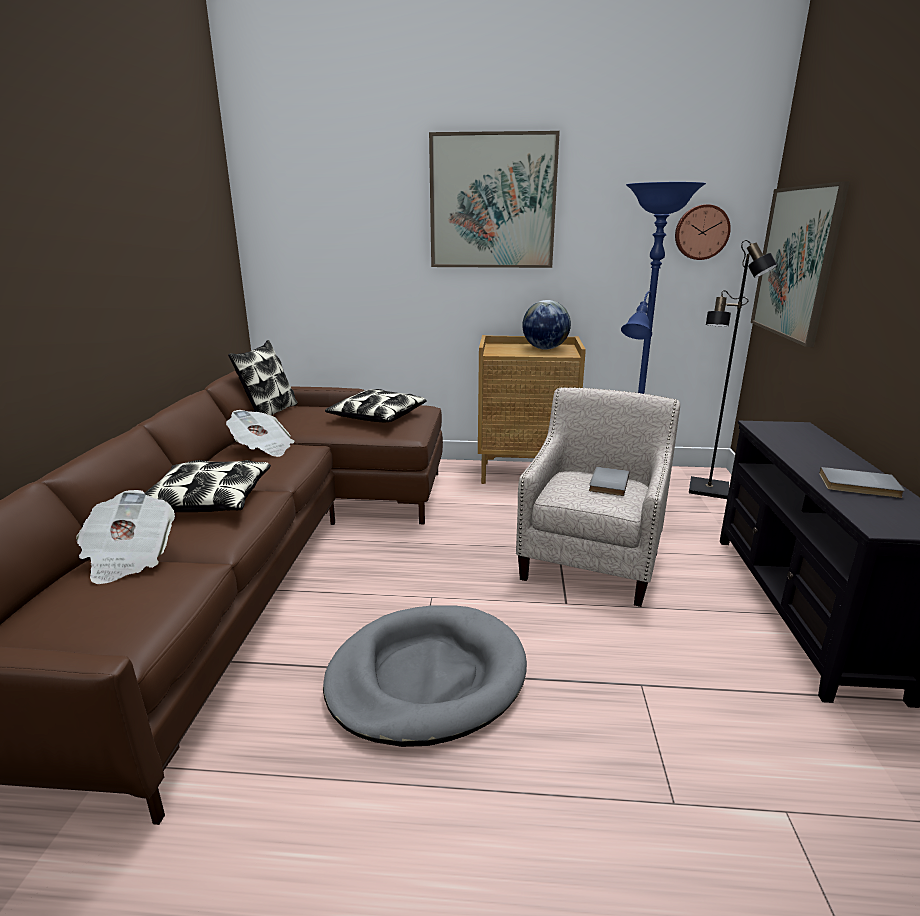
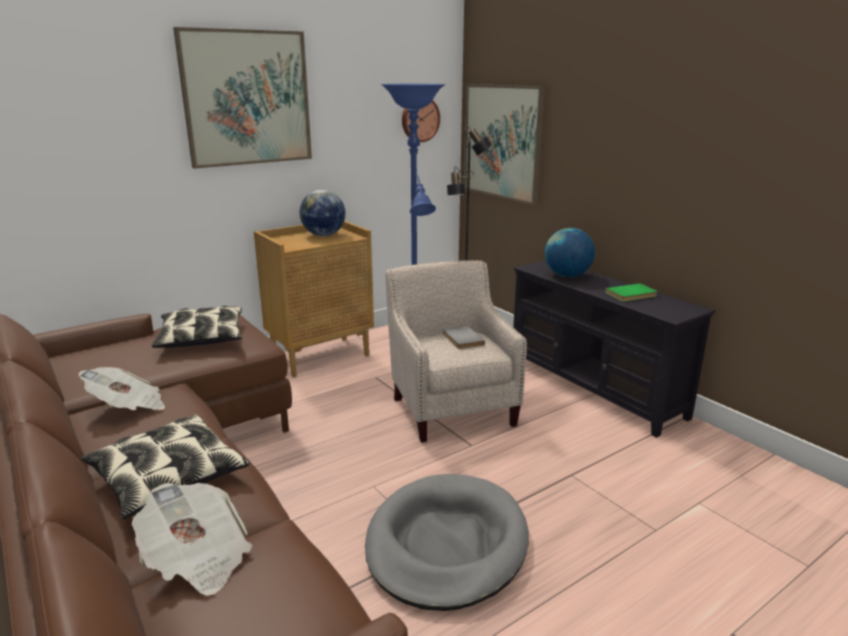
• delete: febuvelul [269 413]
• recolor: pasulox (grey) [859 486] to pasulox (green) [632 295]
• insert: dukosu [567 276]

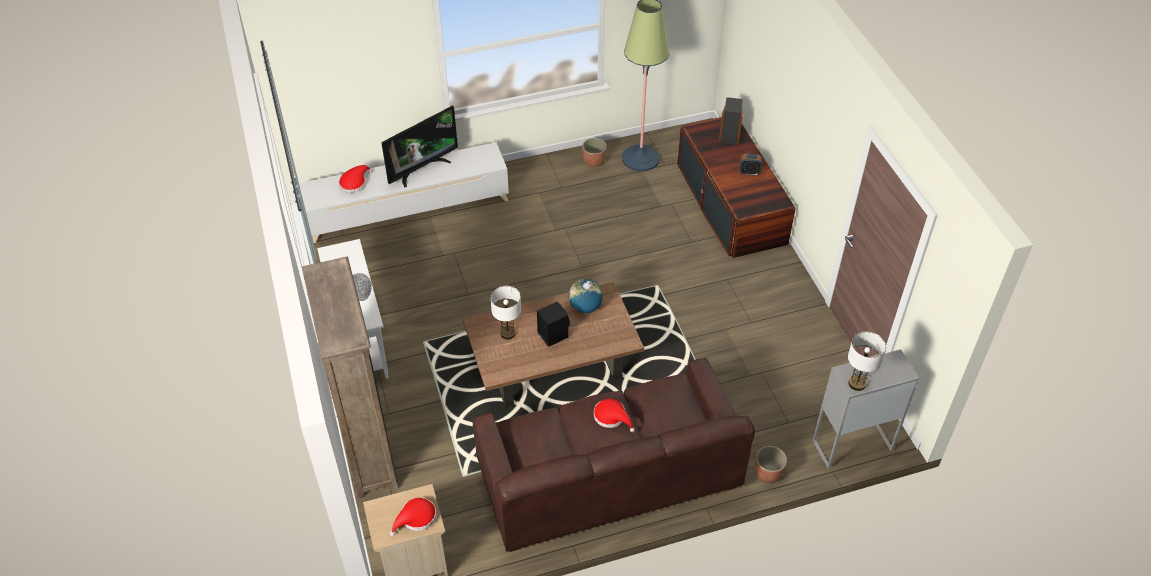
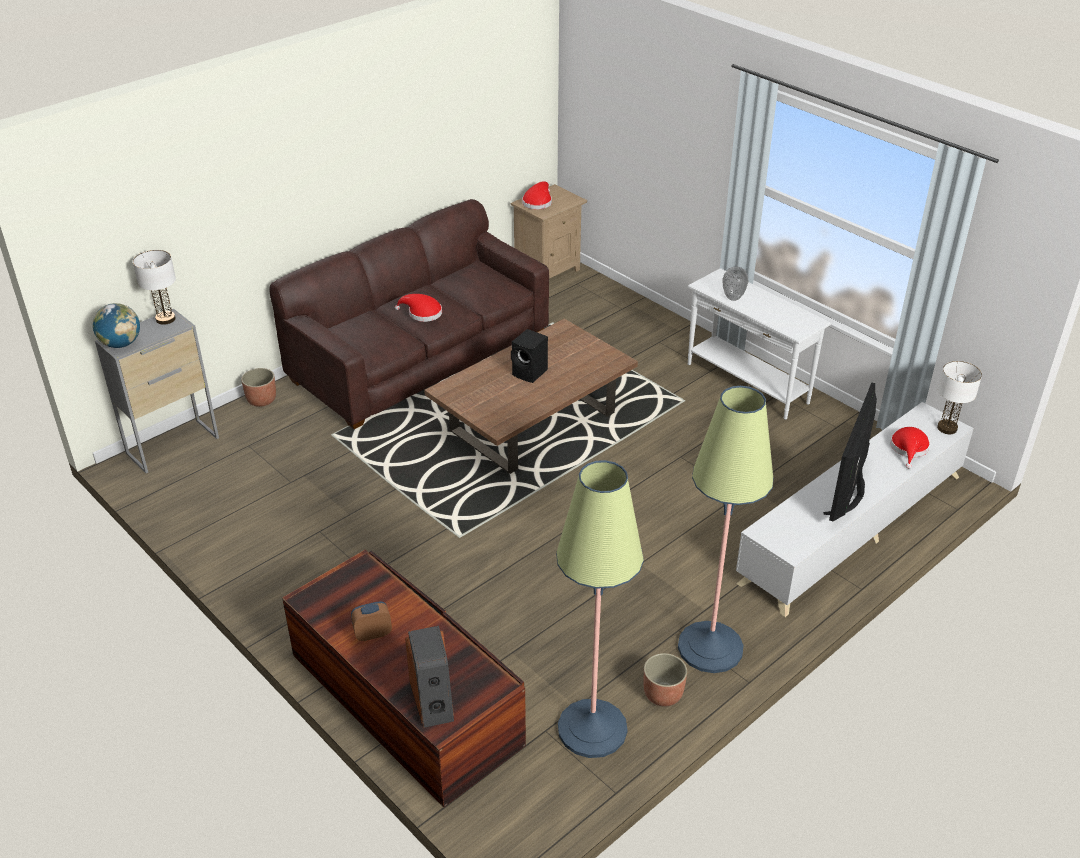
• delete: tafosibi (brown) [368 450]
• move: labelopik [508 333] to [947 428]
• move: dukosu [585 307] to [121 344]
• insert: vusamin [710 647]

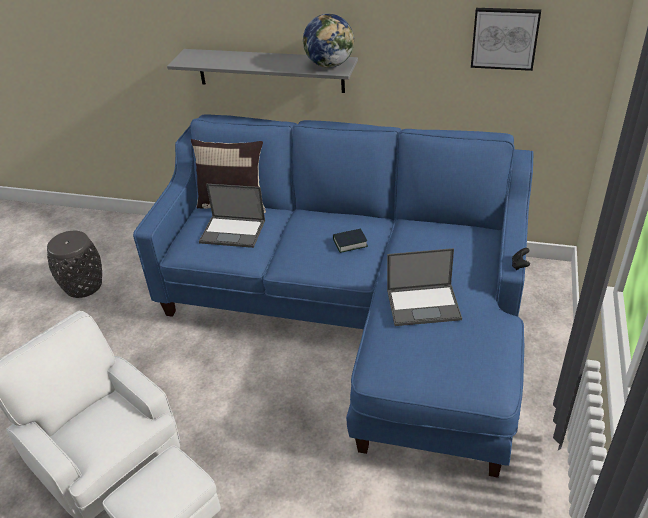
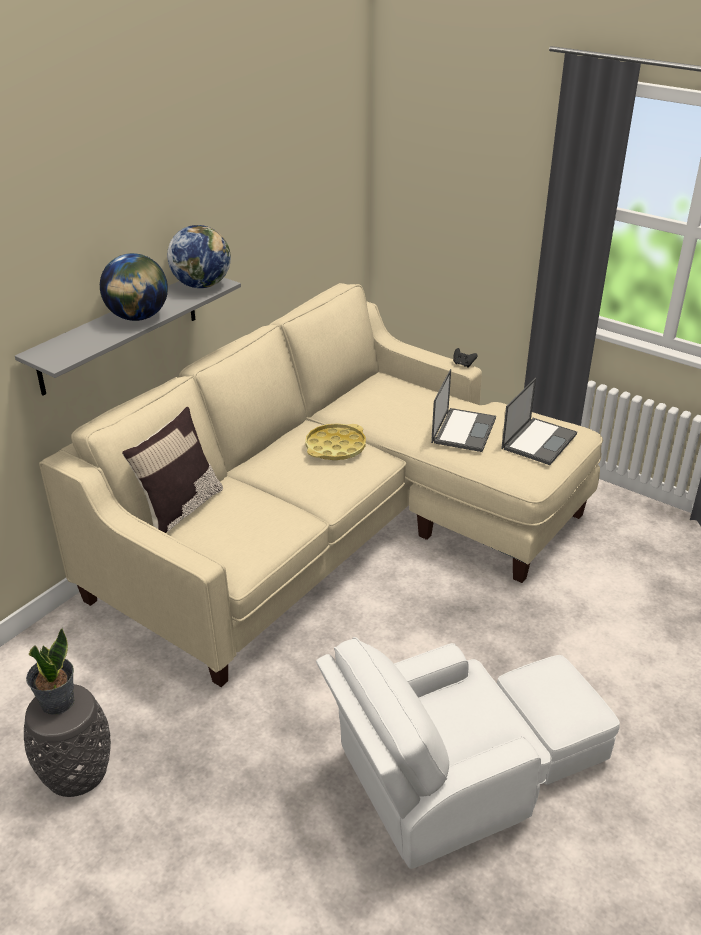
• recolor: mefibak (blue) [357 312] to mefibak (beige) [338 530]
• move: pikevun [233 231] to [539 441]
• replace: pasulox [350 243] to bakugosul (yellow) [335 447]
• delete: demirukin [504 38]
• insert: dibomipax [57 702]
• insert: dukosu [138 317]

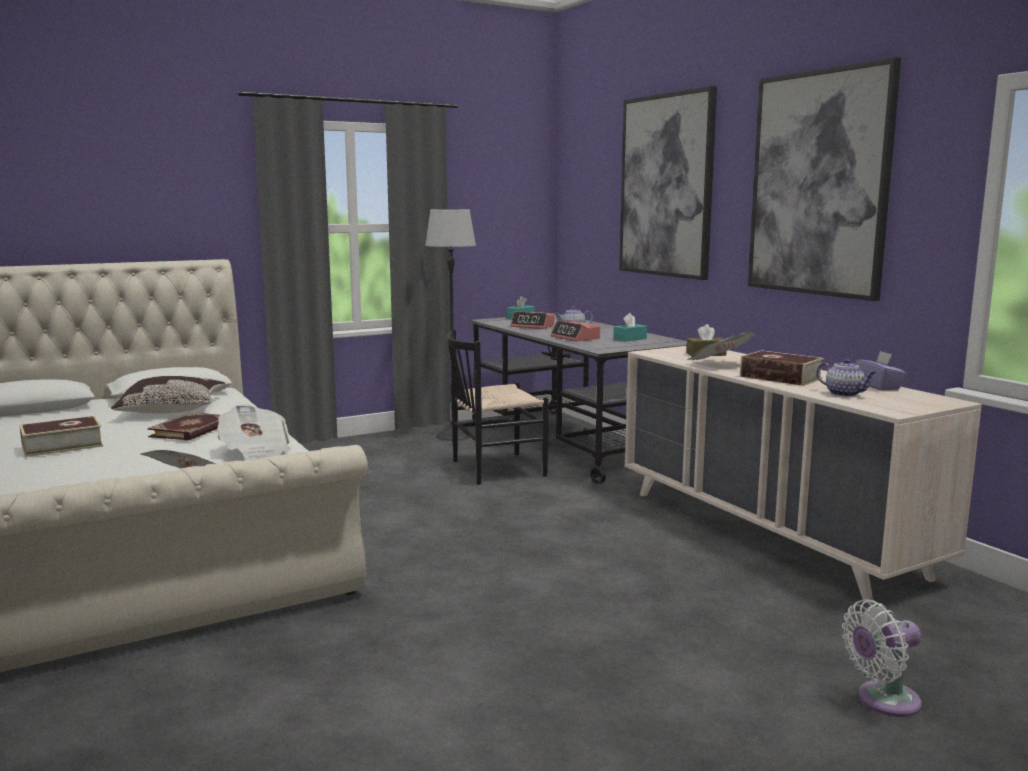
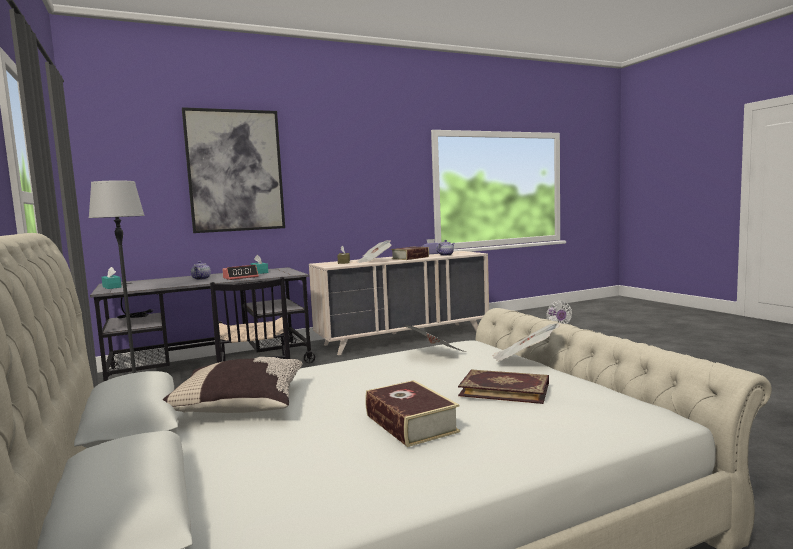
• move: pasulox [192 430] to [504 389]
• delete: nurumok [533 326]
• delete: demirukin [819 184]

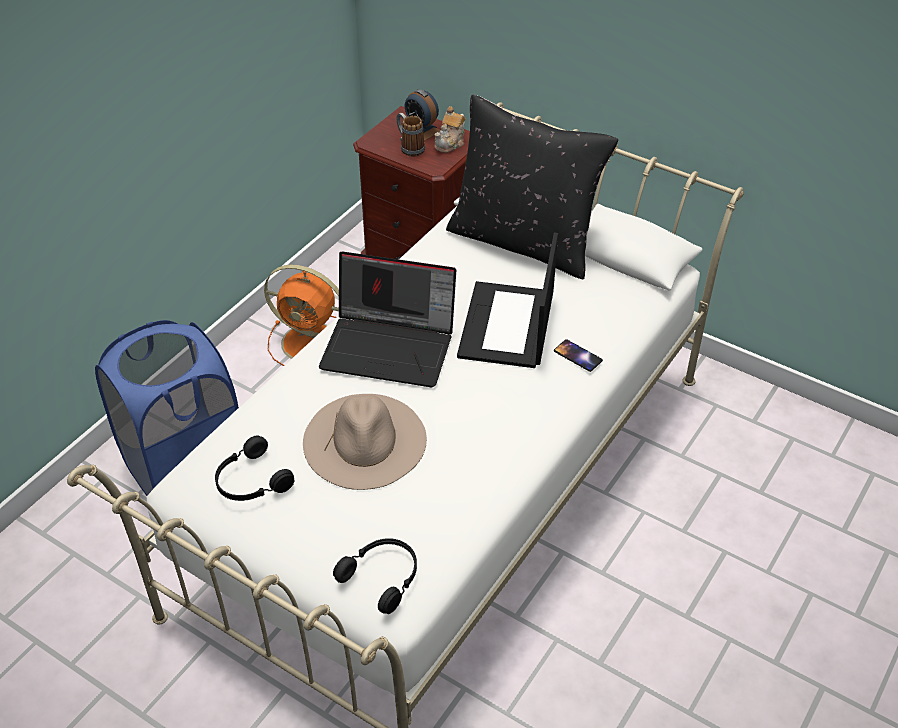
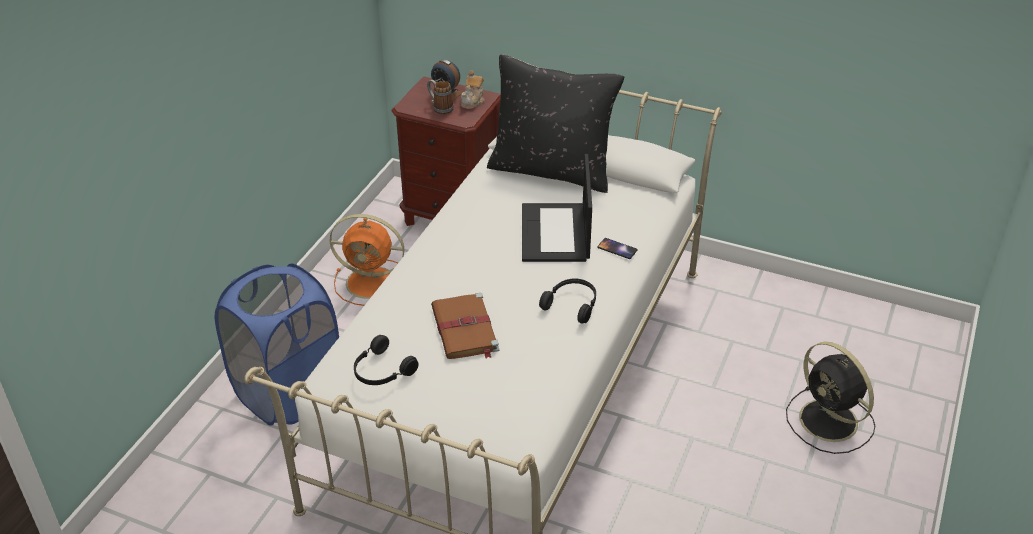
• replace: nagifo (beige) [365 440] to pasulox (brown) [465 330]
• delete: pikevun [391 346]
• move: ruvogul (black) [383 577] to [572 304]
• insert: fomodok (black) [830 422]

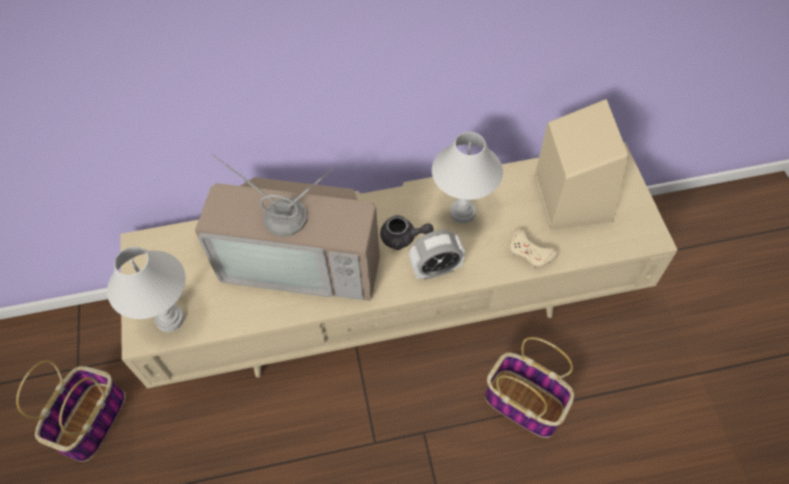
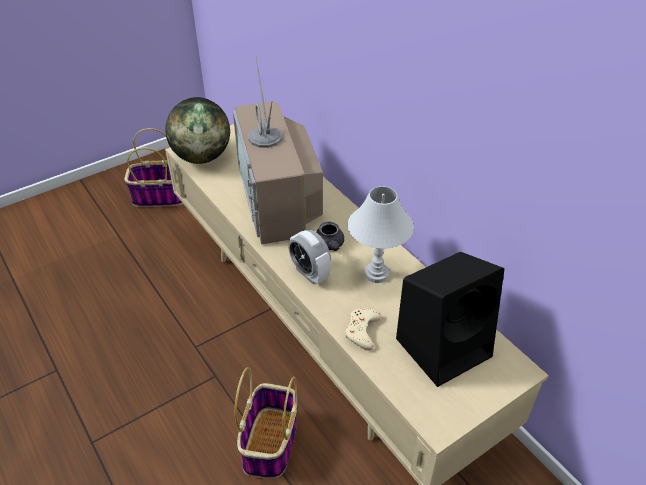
• replace: labelopik (white) [170 319] to dukosu [202 157]
• recolor: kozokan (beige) [571 196] to kozokan (black) [444 346]

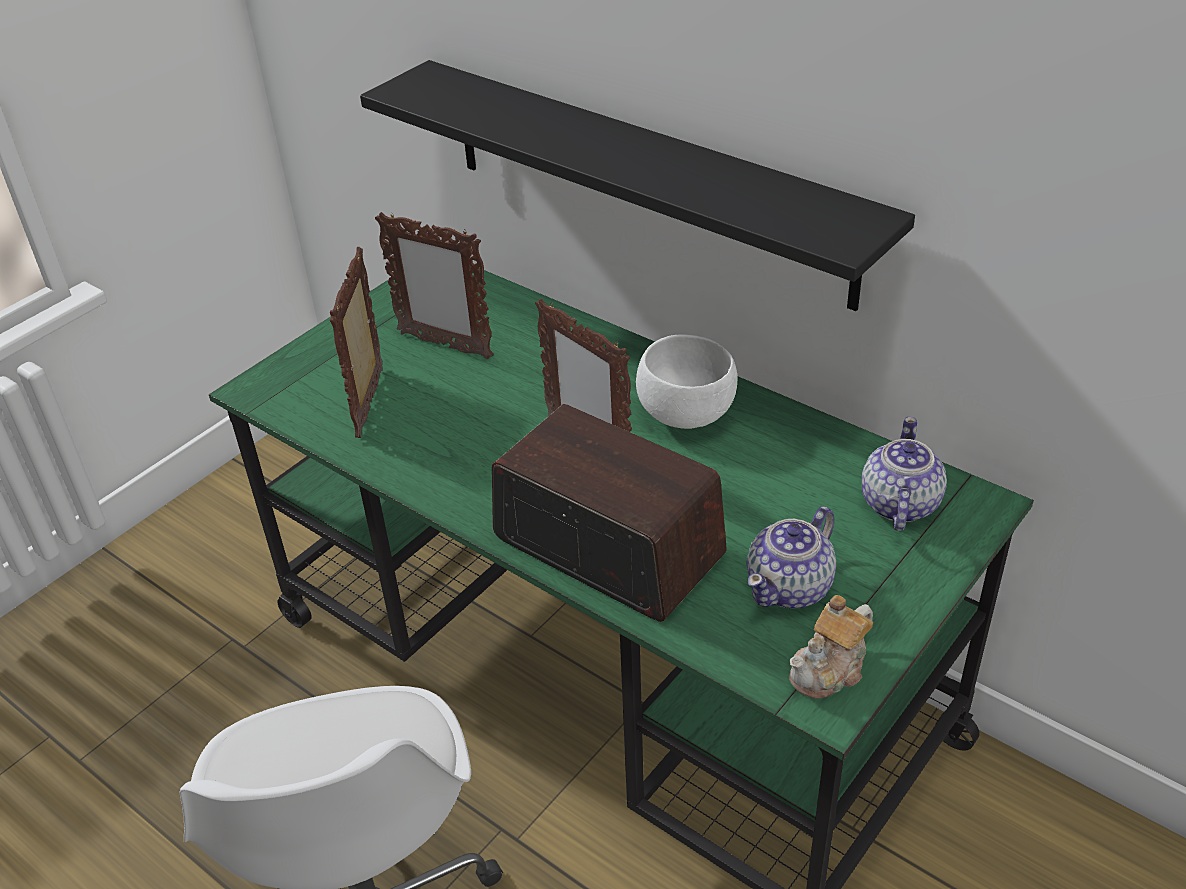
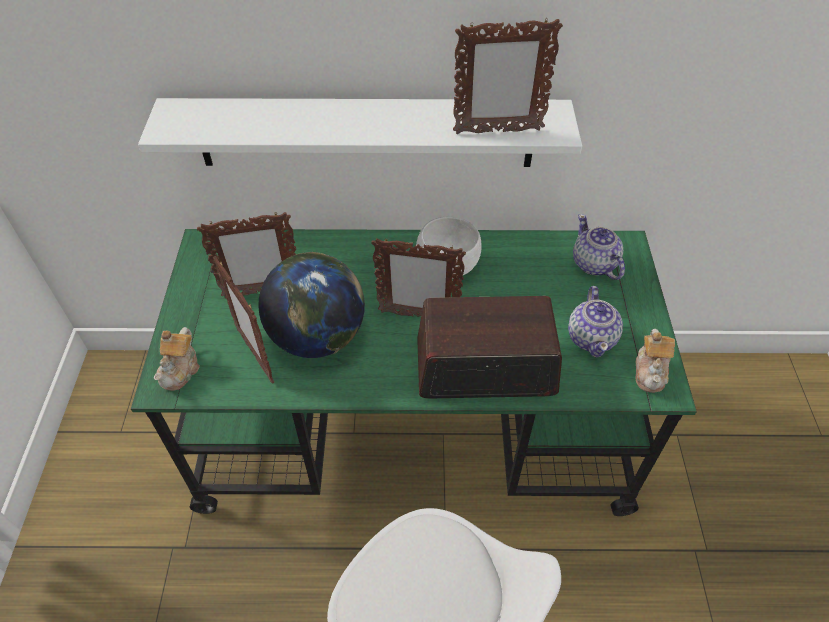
• recolor: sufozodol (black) [645 181] to sufozodol (white) [366 133]
• insert: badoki [181 370]
• insert: dukosu [318 337]
• insert: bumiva [497 131]

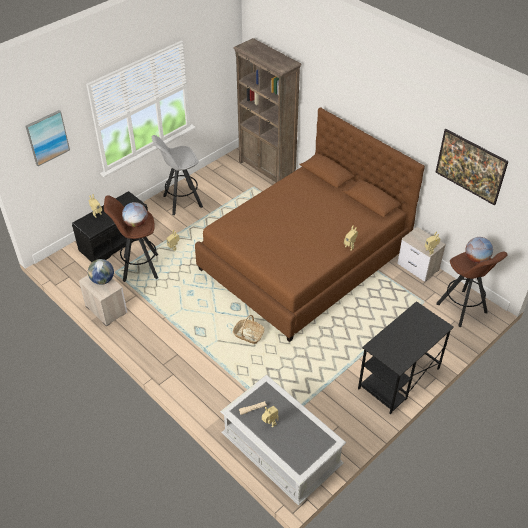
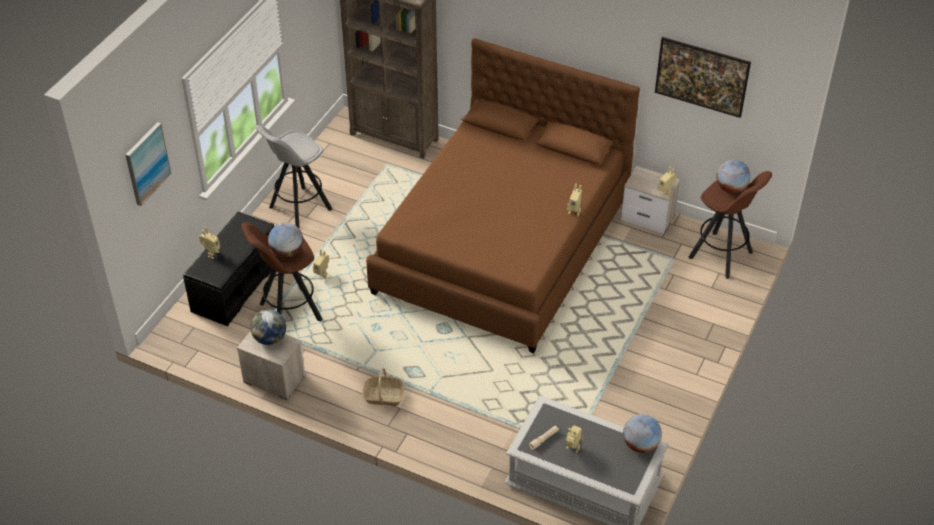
• move: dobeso [248 335] to [384 396]
• delete: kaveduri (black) [398 379]
• insert: dukosu [640 444]

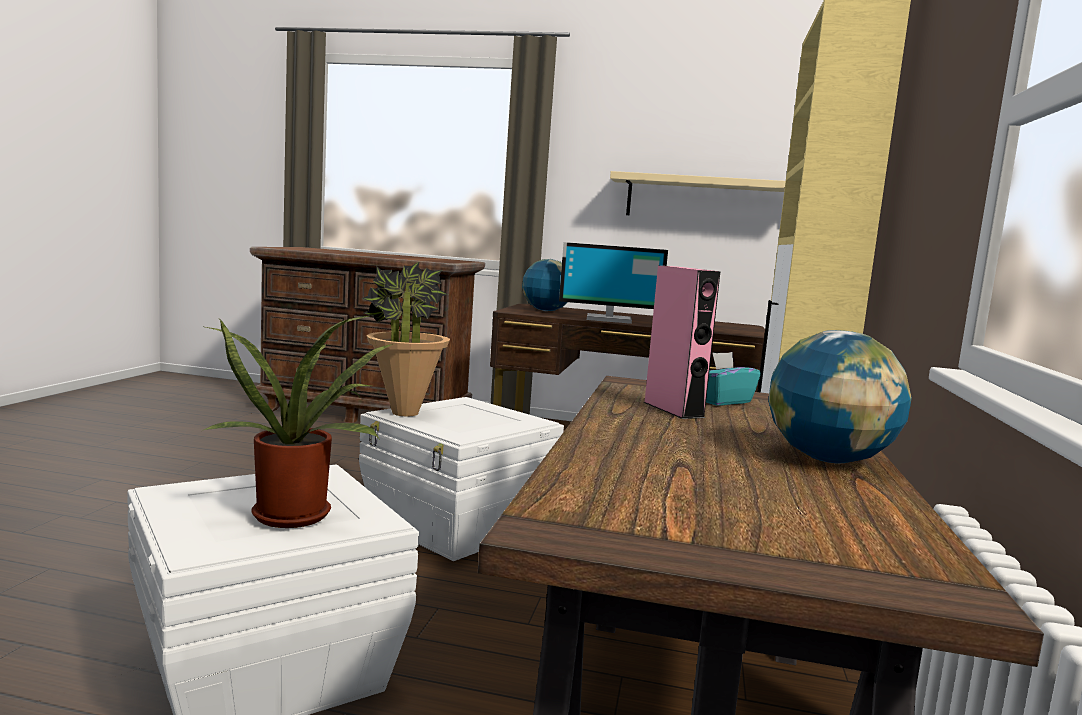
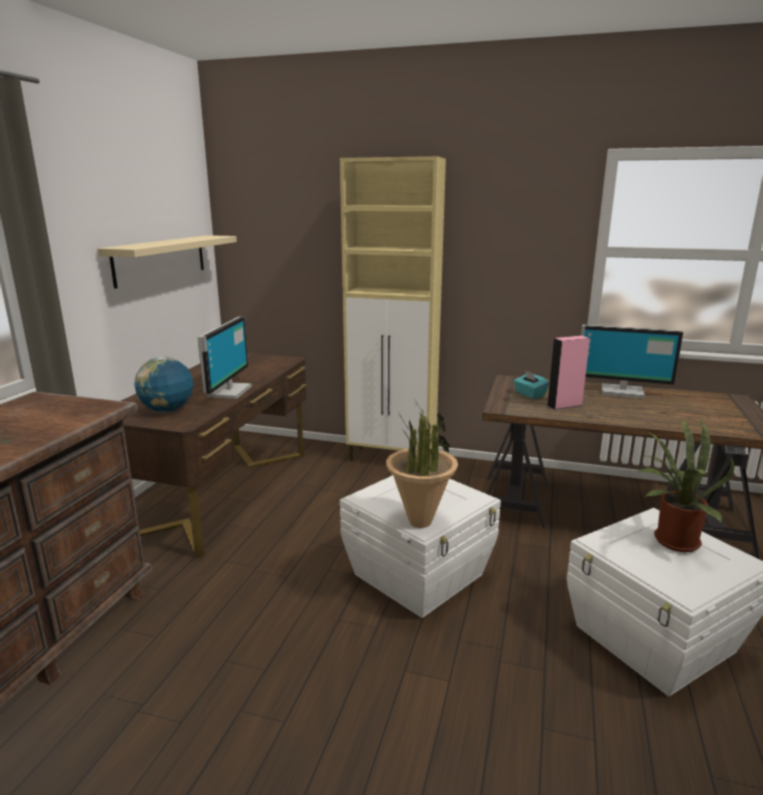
• replace: dukosu [828 460] to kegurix [622 391]

